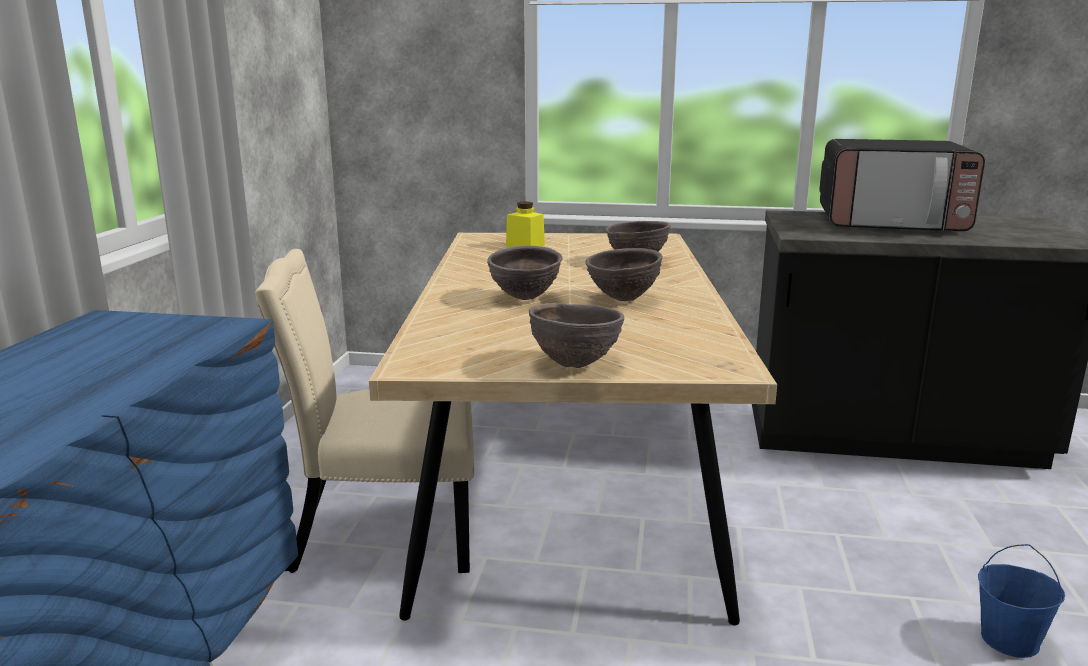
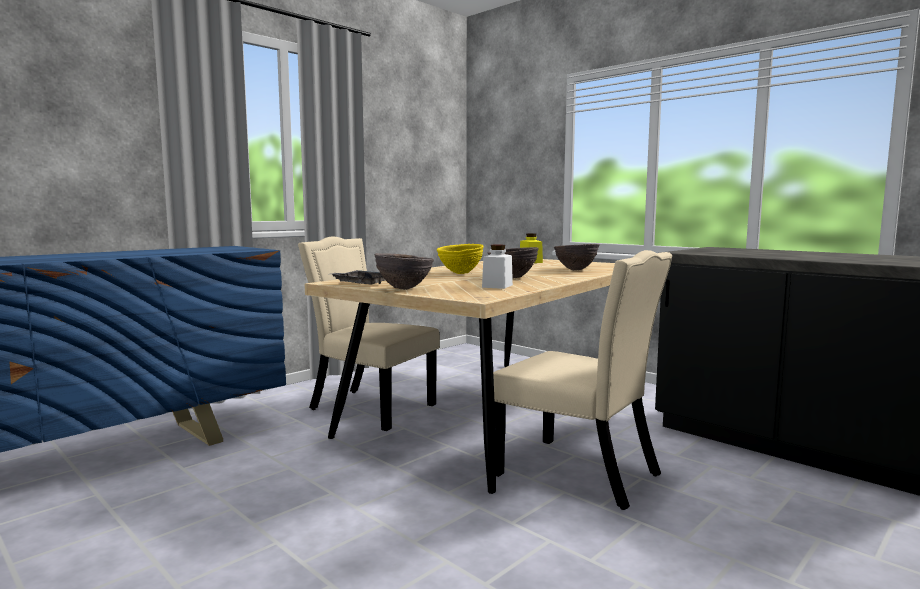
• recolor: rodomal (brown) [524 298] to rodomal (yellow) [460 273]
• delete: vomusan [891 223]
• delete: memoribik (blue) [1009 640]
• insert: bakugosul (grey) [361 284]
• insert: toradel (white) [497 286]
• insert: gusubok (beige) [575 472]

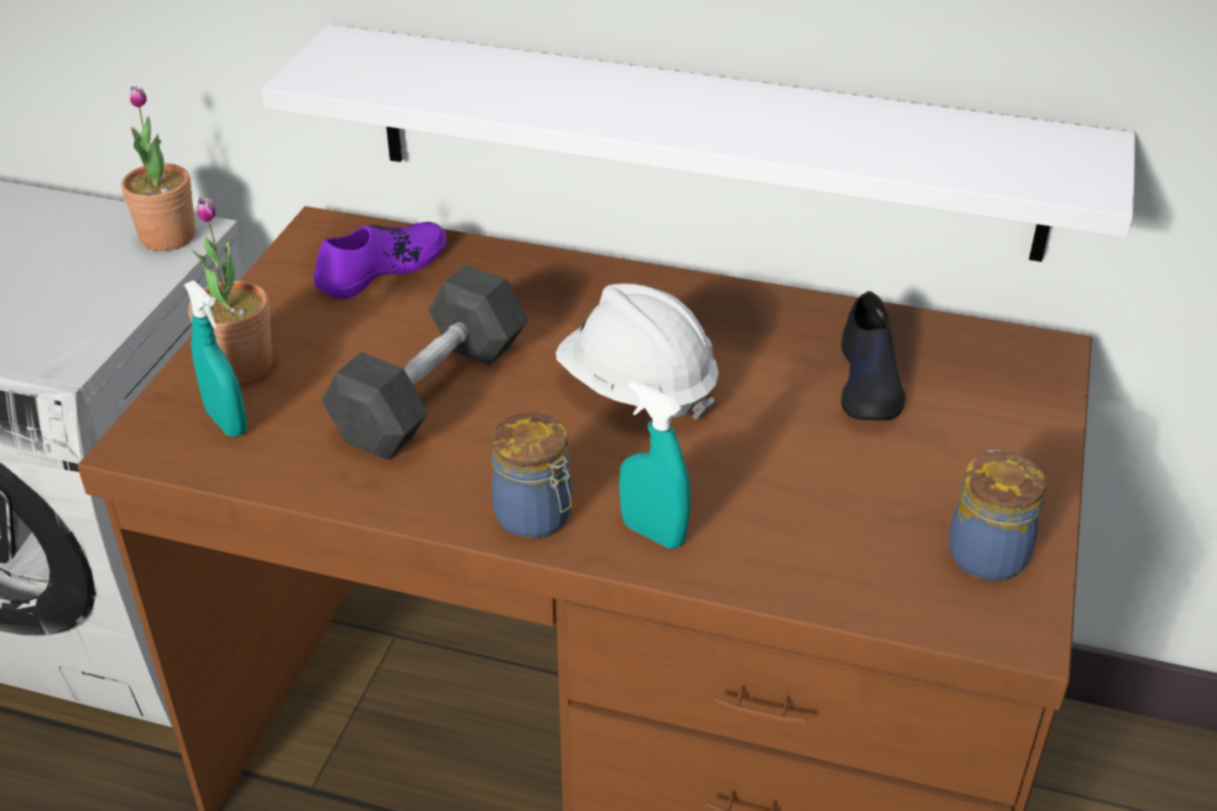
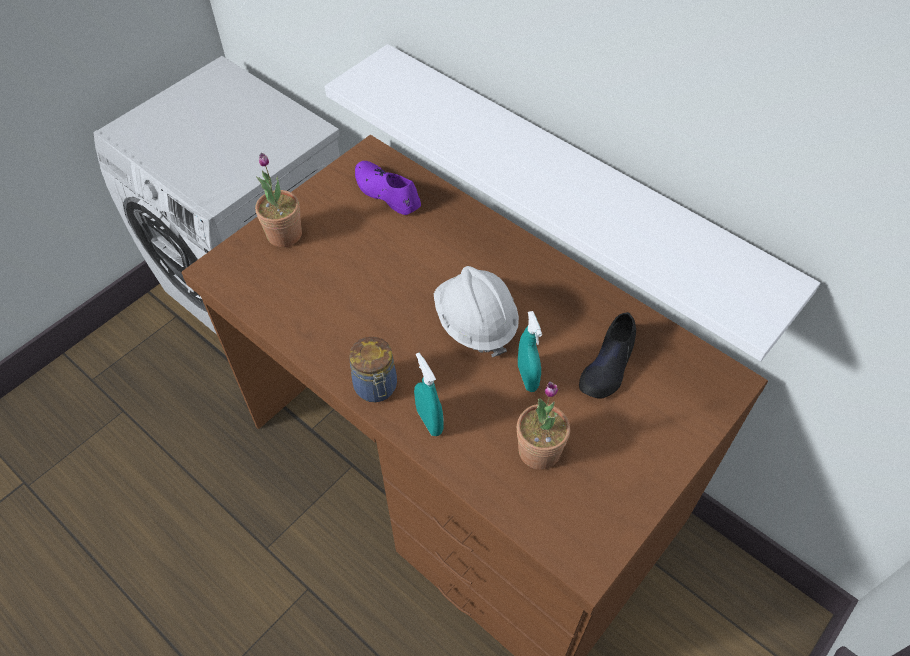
• move: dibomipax [168 237] to [539 451]
• move: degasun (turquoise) [227 422] to [527 377]
• rotate: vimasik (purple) [381 269] = [386 192] 120 degrees counterclockwise
• delete: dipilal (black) [431 392]
• delete: toradel [986 553]

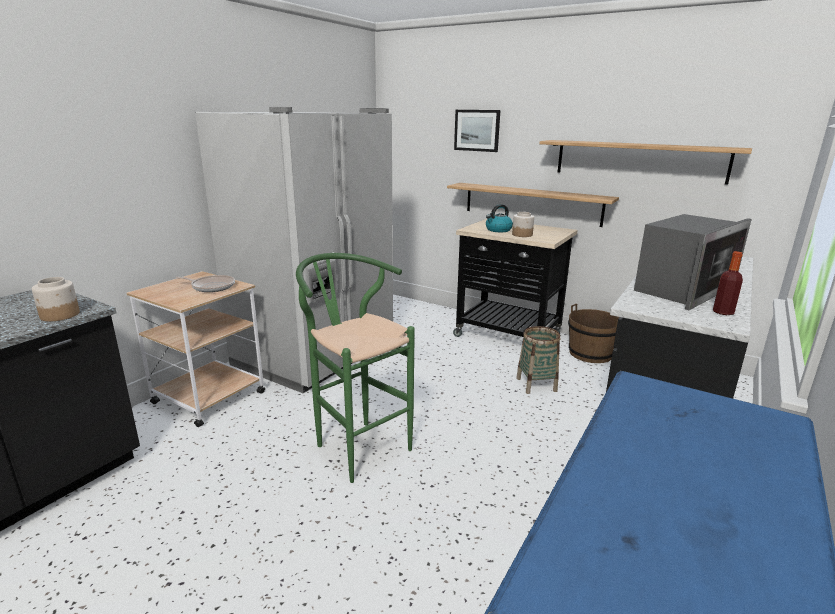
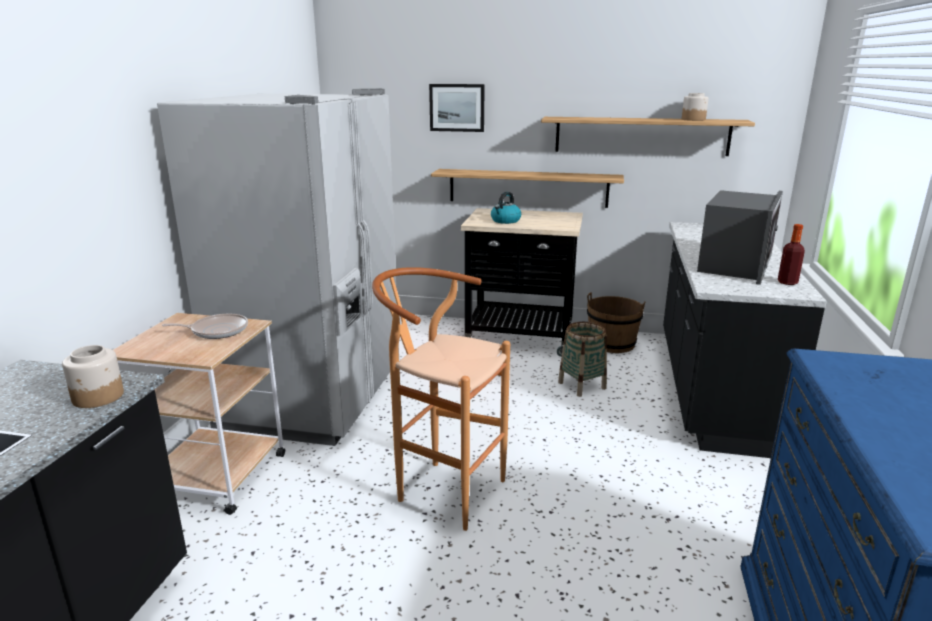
• recolor: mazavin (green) [357 445] to mazavin (brown) [441 489]
• move: toradel [522 234] to [693 119]

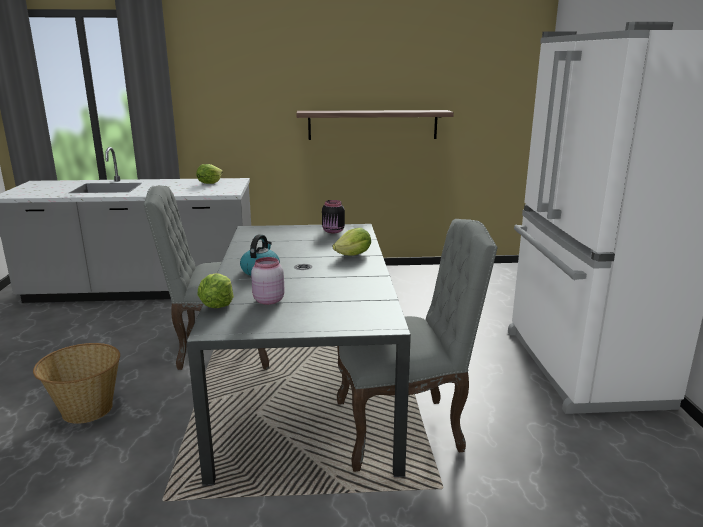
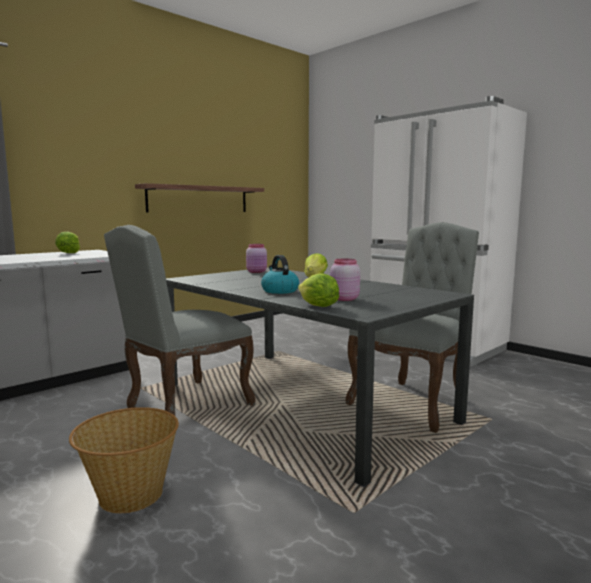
• recolor: toradel (black) [333 231] to toradel (pink) [257 272]

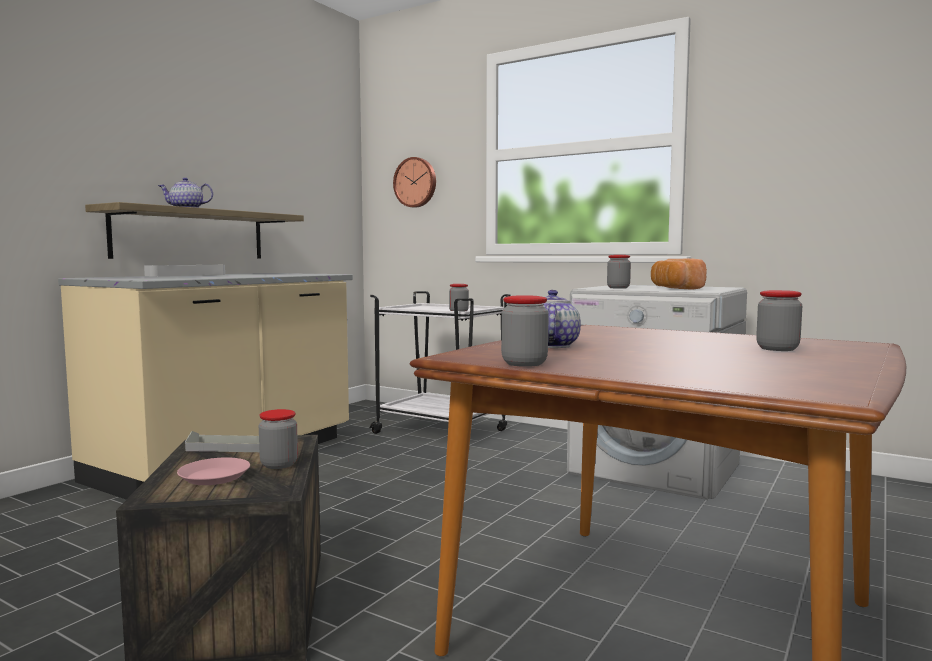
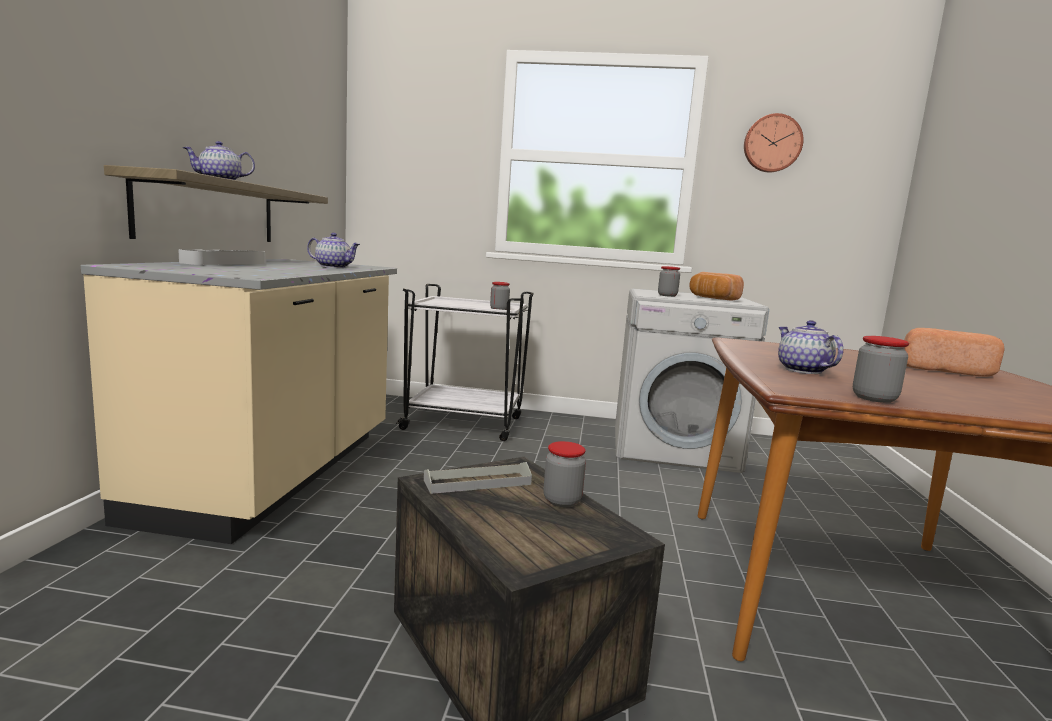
• delete: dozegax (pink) [215 476]
• move: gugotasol [416 182] to [772 143]
• replace: toradel [777 349] to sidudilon [942 370]
• insert: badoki [334 267]

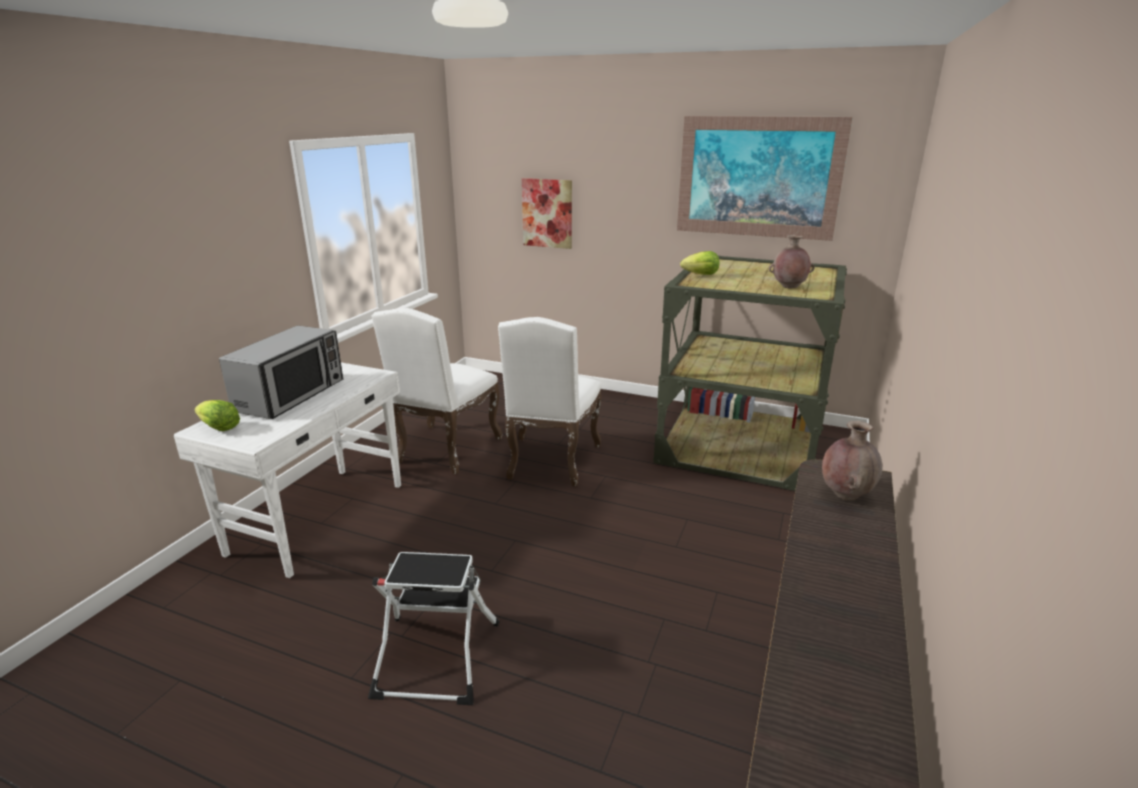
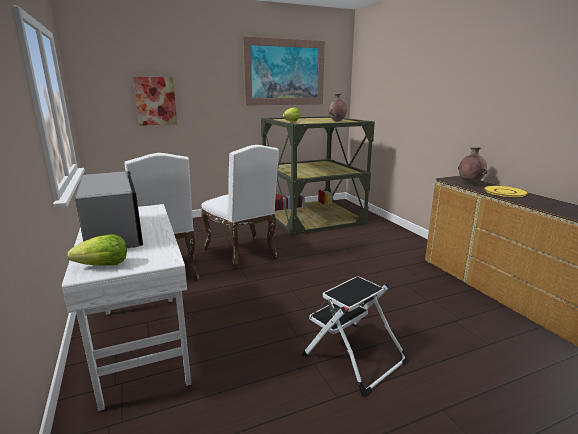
• insert: dozegax (yellow) [505 192]

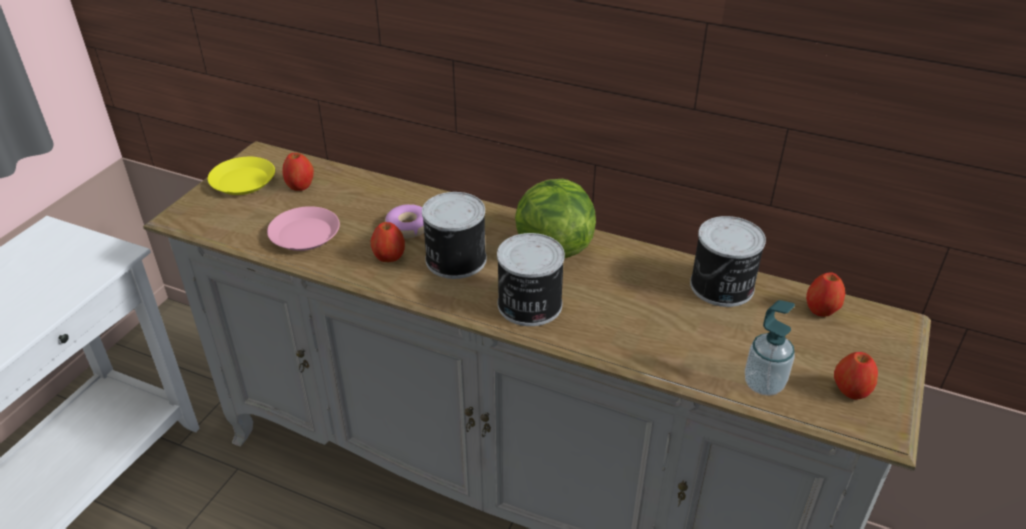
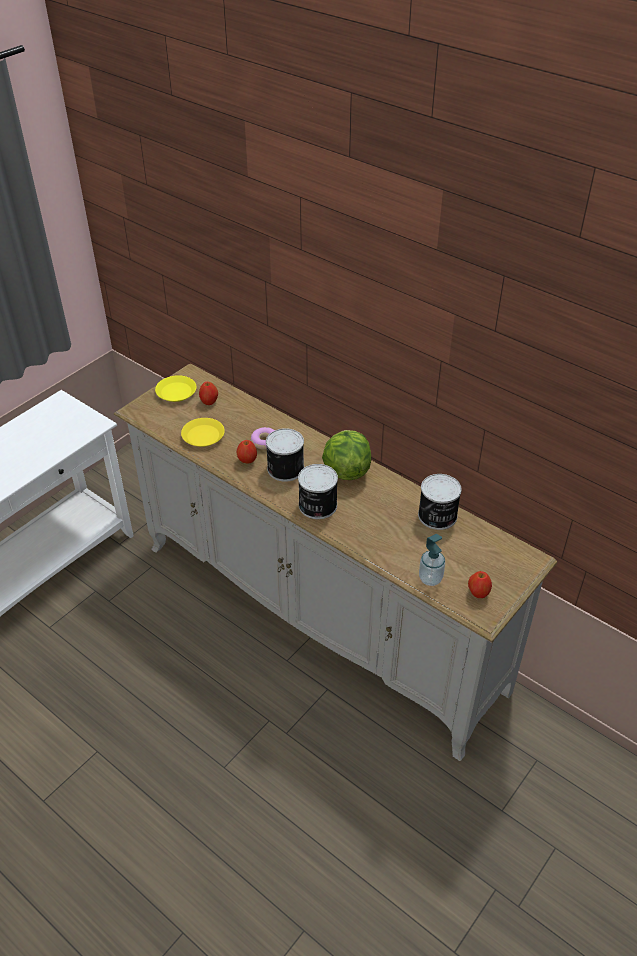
• recolor: dozegax (pink) [304 234] to dozegax (yellow) [203 436]
• delete: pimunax [821 310]

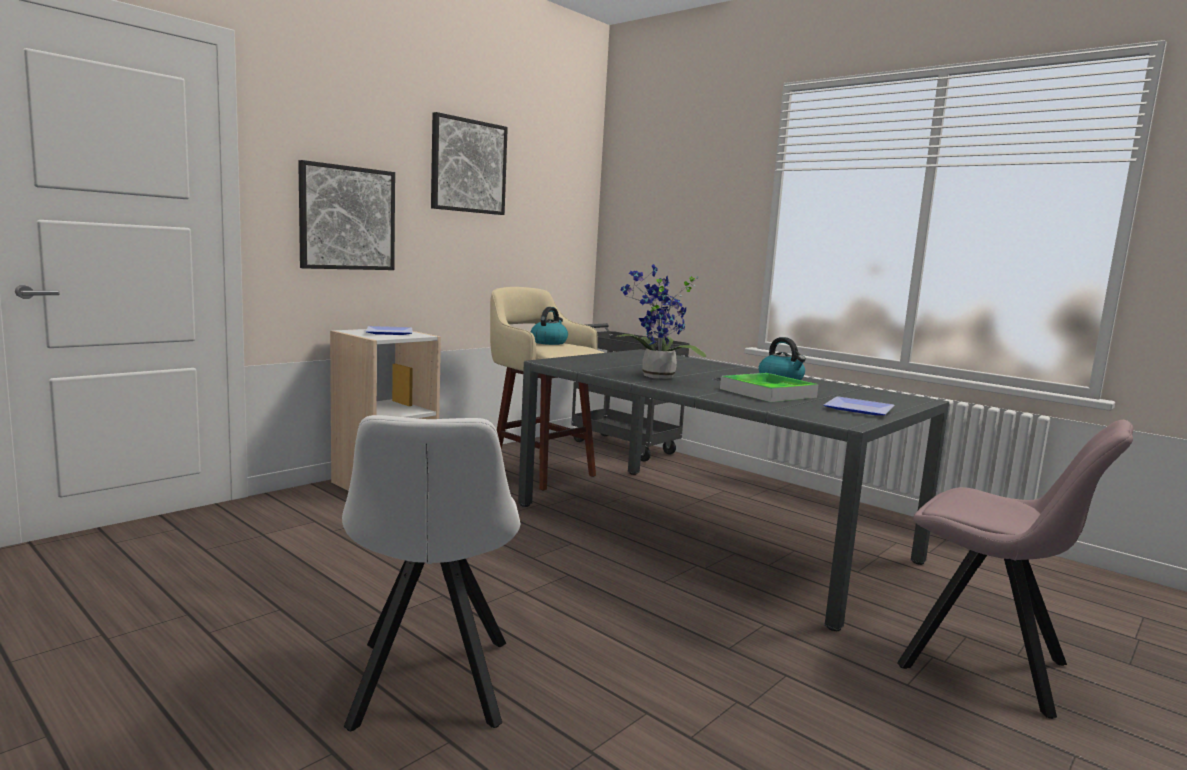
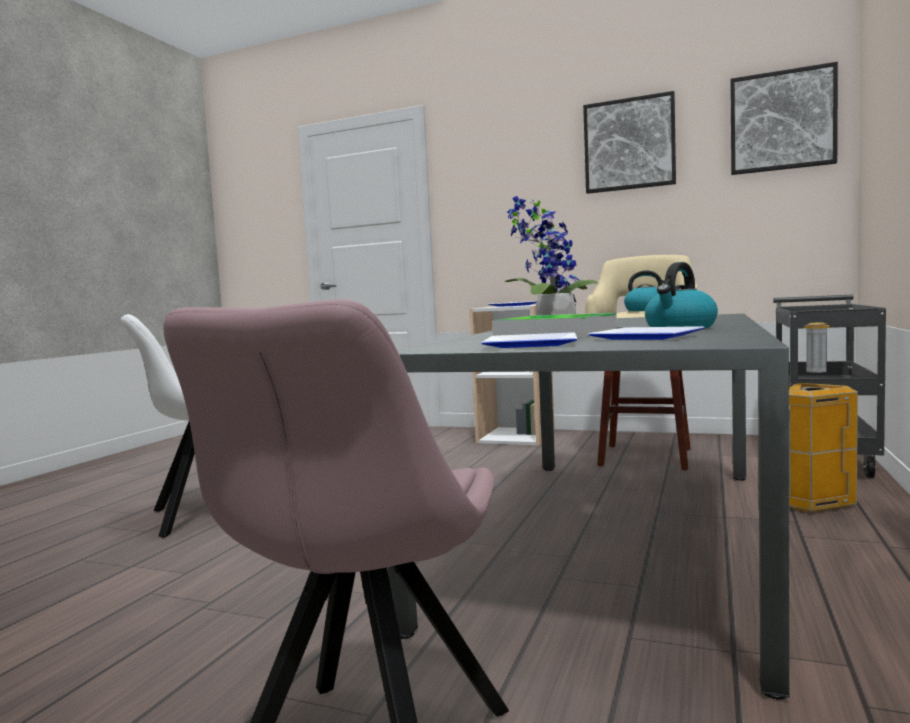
• move: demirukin [347 218] to [782 121]
• insert: dozegax [643 337]
• insert: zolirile [815 504]

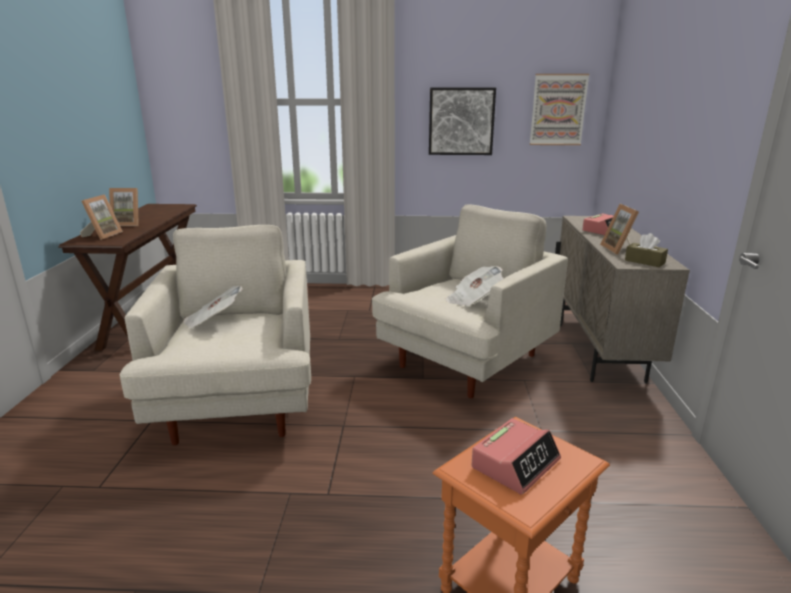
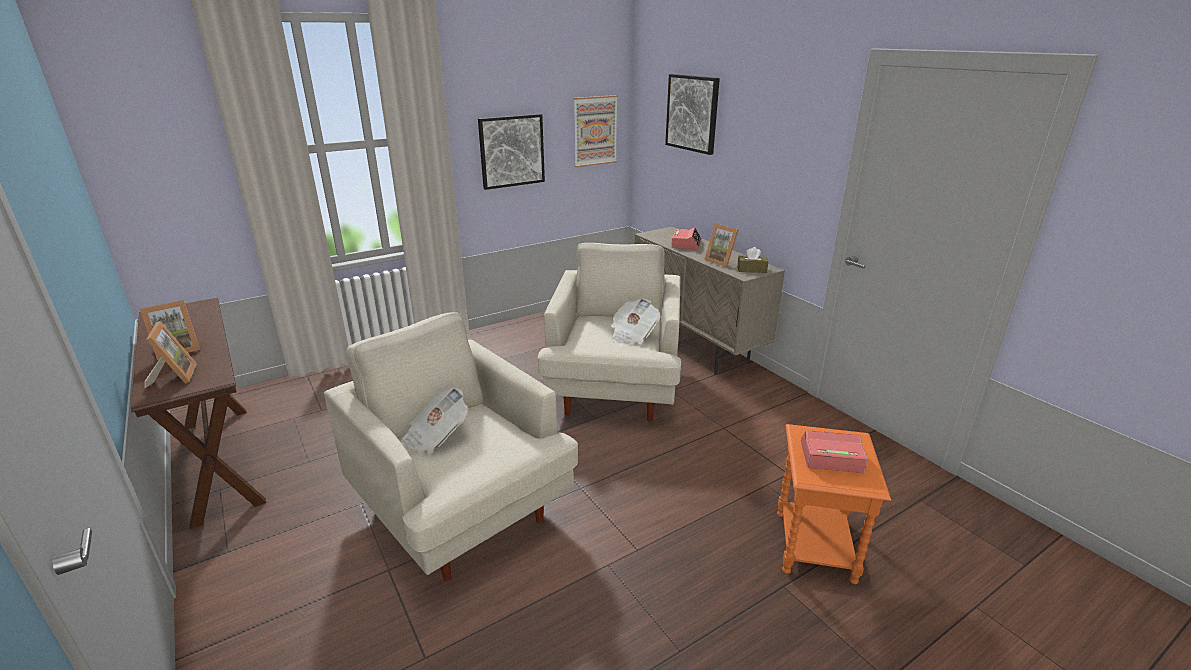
• rotate: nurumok [515 463] = [830 457] 90 degrees counterclockwise
• insert: demirukin [692 113]

